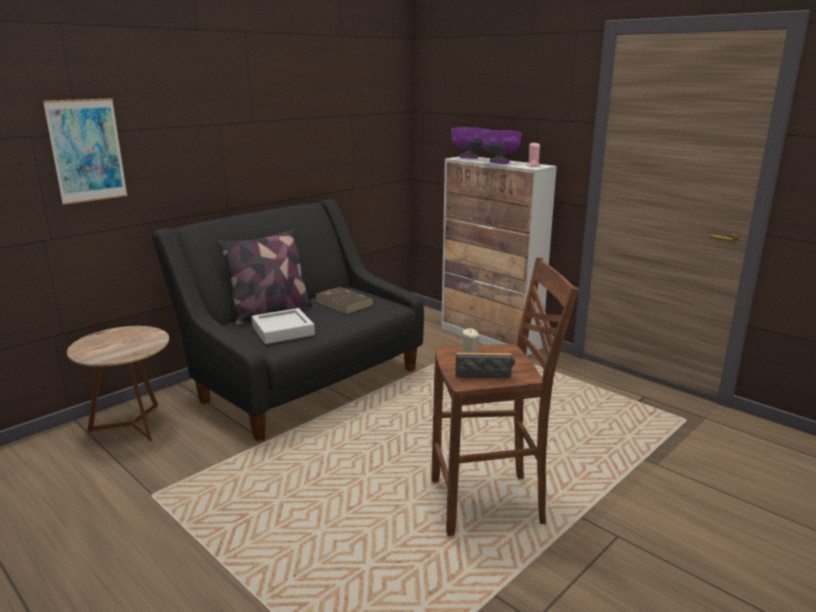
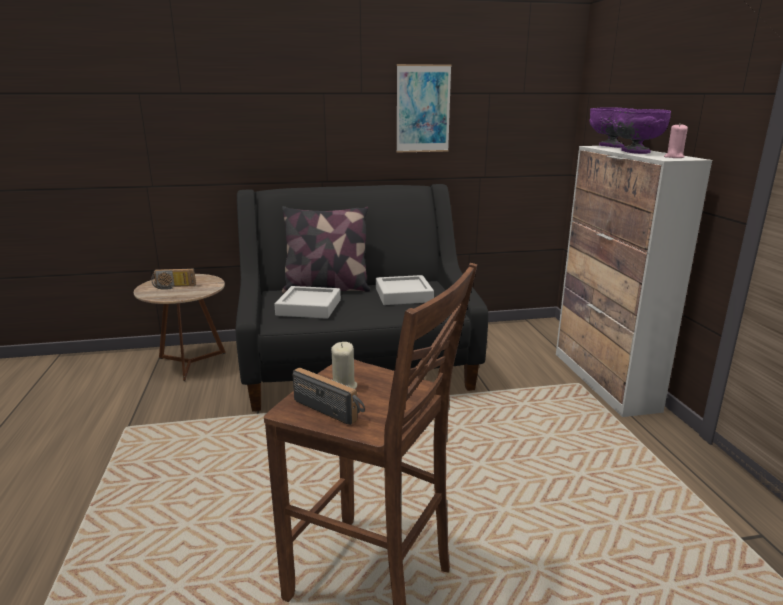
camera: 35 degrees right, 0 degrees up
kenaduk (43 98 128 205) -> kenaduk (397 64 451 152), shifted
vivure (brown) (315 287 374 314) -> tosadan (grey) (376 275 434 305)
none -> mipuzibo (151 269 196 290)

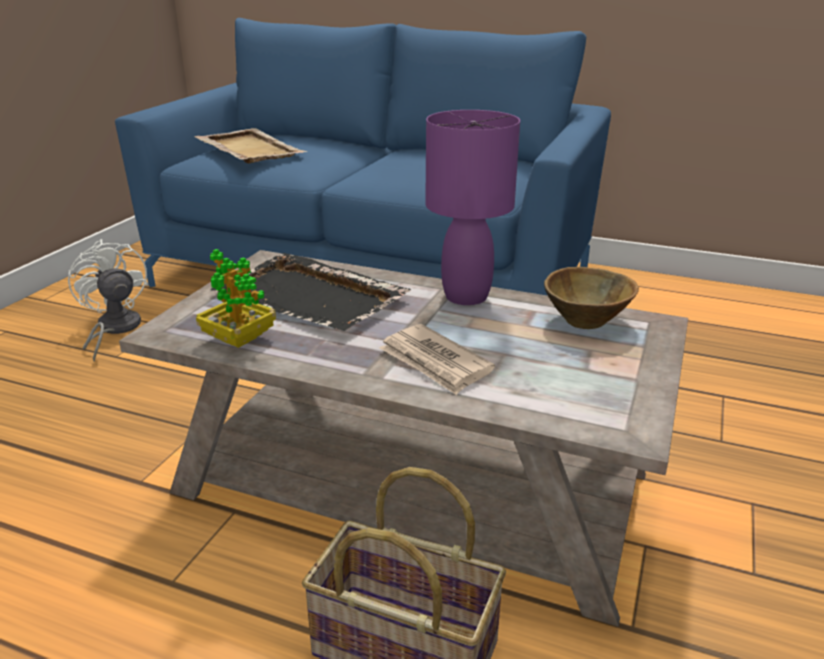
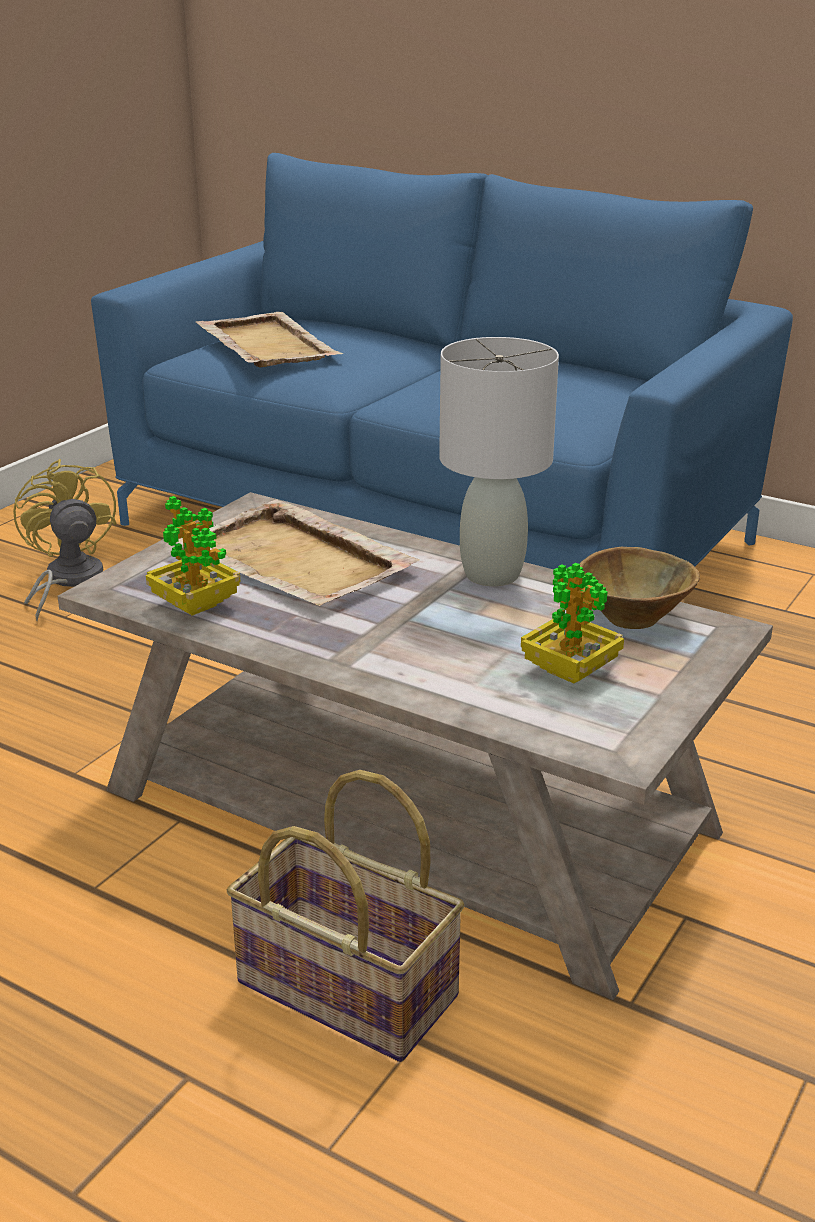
camera: 10 degrees right, 0 degrees up
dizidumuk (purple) (425 110 520 305) -> dizidumuk (grey) (439 337 559 586)
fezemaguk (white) (68 239 148 362) -> fezemaguk (yellow) (13 459 116 621)
tosadan (black) (211 253 411 331) -> tosadan (beige) (176 499 420 606)
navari (379 324 495 395) -> none
none -> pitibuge (521 563 624 683)

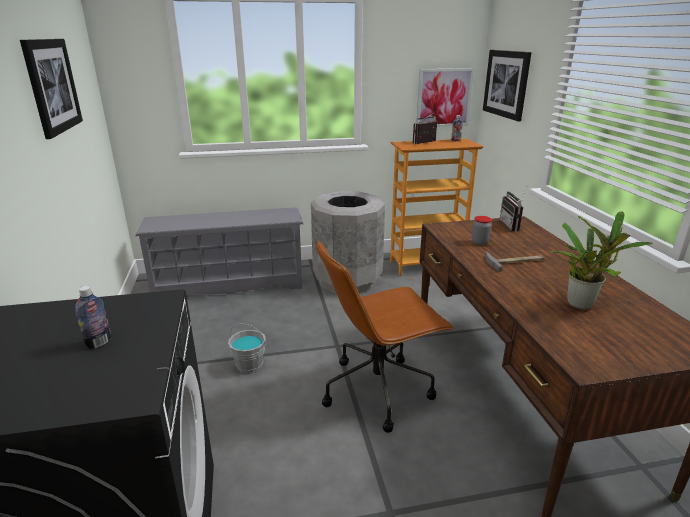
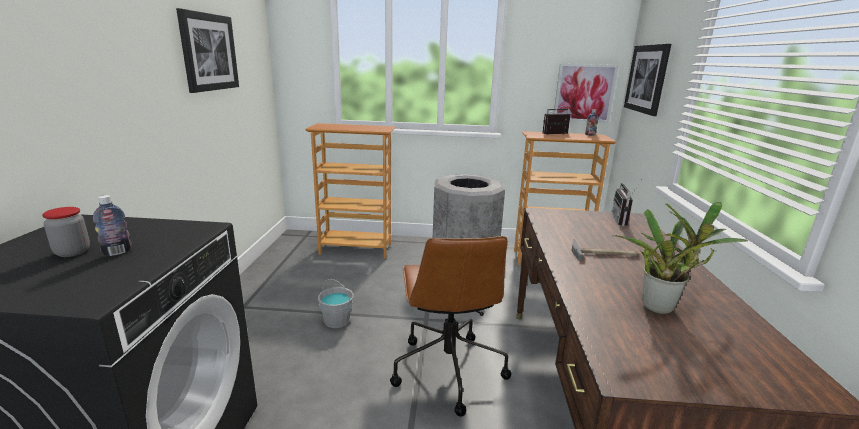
camera: 15 degrees right, 5 degrees down
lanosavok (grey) (135 207 303 294) -> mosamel (305 123 396 259)
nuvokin (471 216 492 245) -> nuvokin (42 207 90 257), shifted
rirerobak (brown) (316 241 454 433) -> rirerobak (brown) (390 236 511 417), 90 degrees counterclockwise

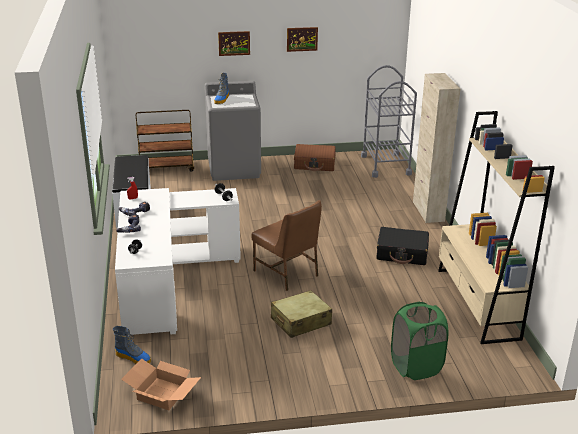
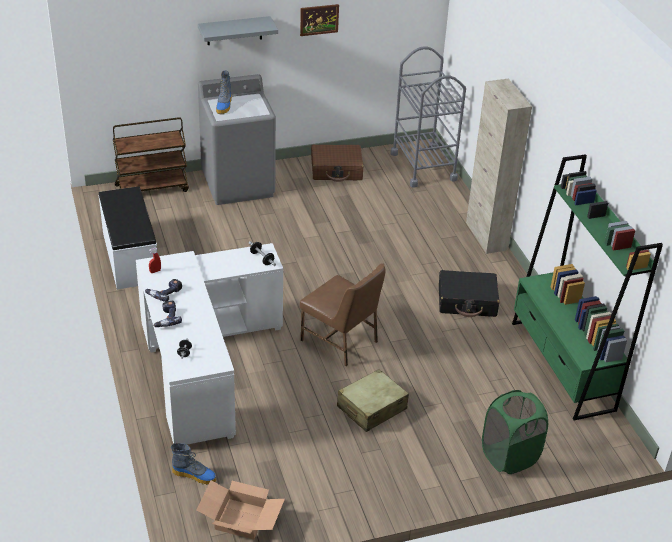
camera: 10 degrees left, 10 degrees up
kenaduk (218 31 250 56) -> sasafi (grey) (198 16 278 45)
mosamel (beige) (438 111 555 344) -> mosamel (green) (512 154 663 420)

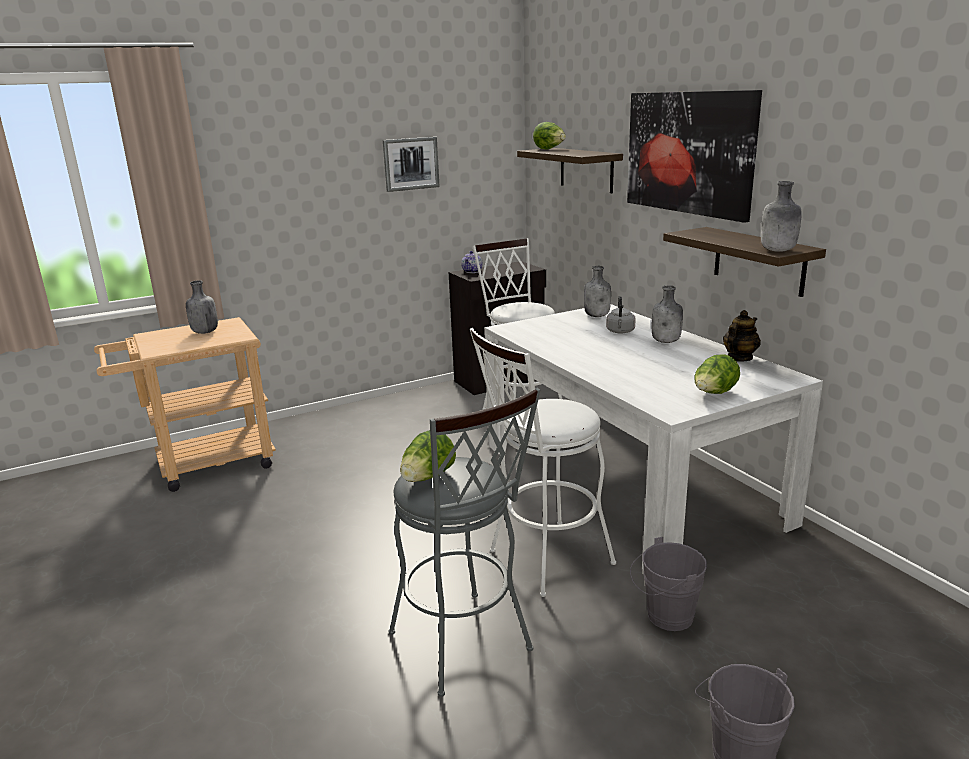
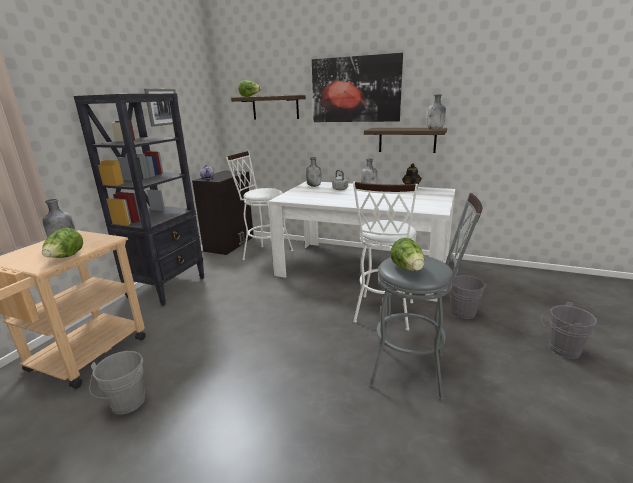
camera: 40 degrees left, 0 degrees up
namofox (694 354 740 394) -> namofox (42 228 83 258), shifted
none -> mosamel (black) (74 93 205 306)
none -> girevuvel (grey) (89 351 145 414)

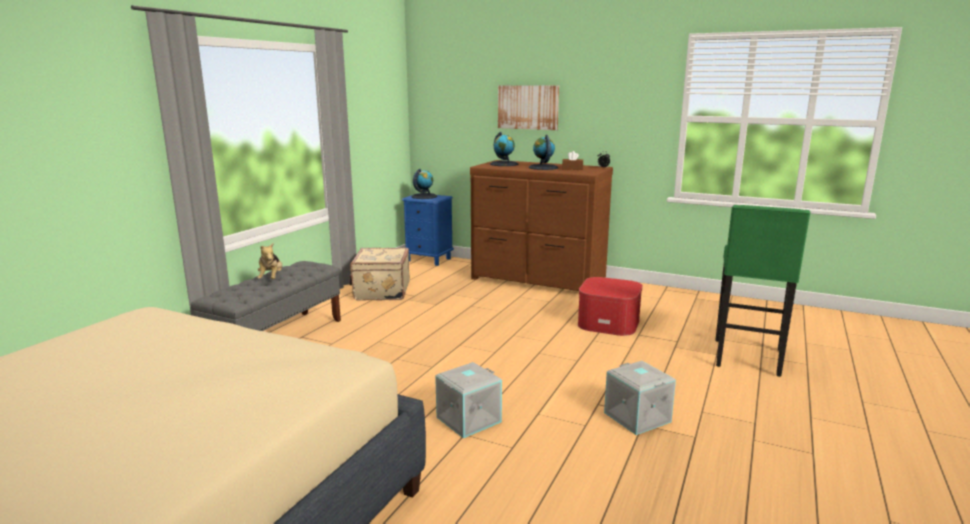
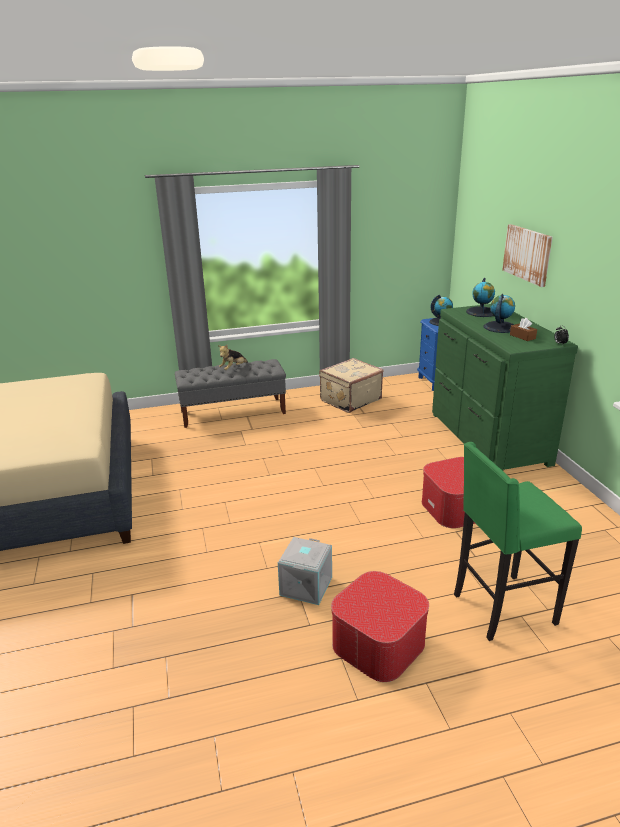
camera: 50 degrees right, 10 degrees up
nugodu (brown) (470 160 613 291) -> nugodu (green) (432 304 578 471)
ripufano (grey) (435 362 502 438) -> none
none -> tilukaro (331 571 429 682)

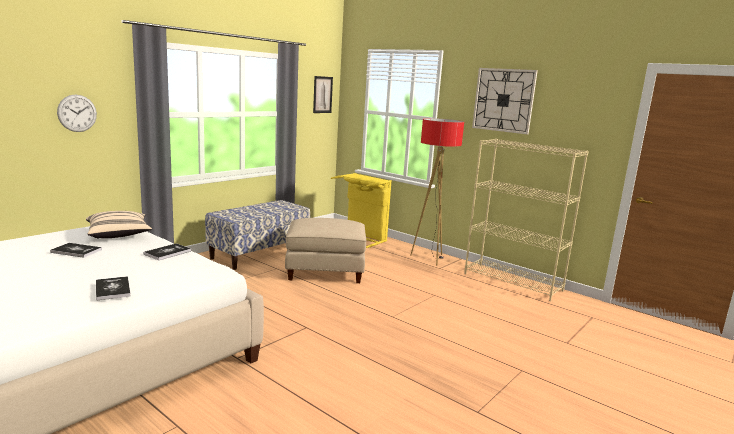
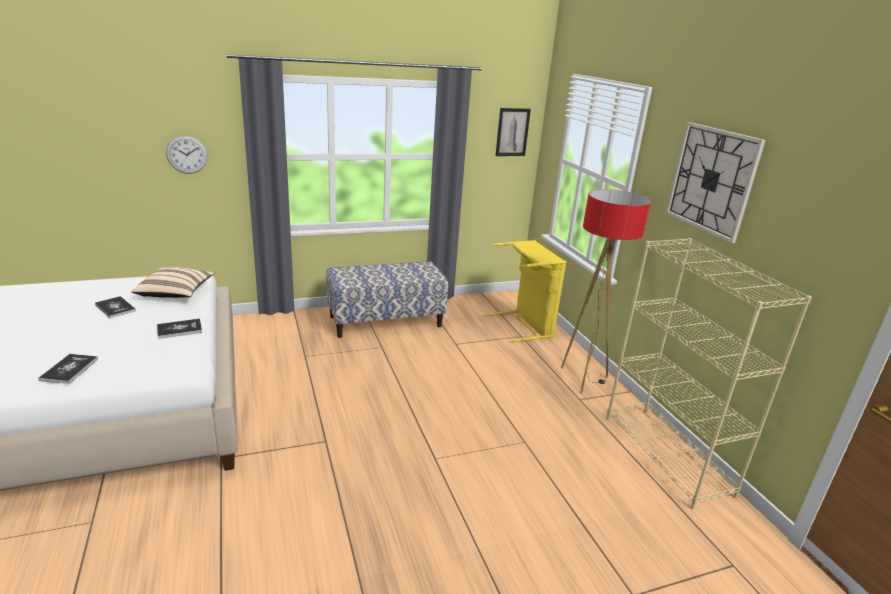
camera: 30 degrees right, 10 degrees up
tilukaro (beige) (285 218 366 283) -> none

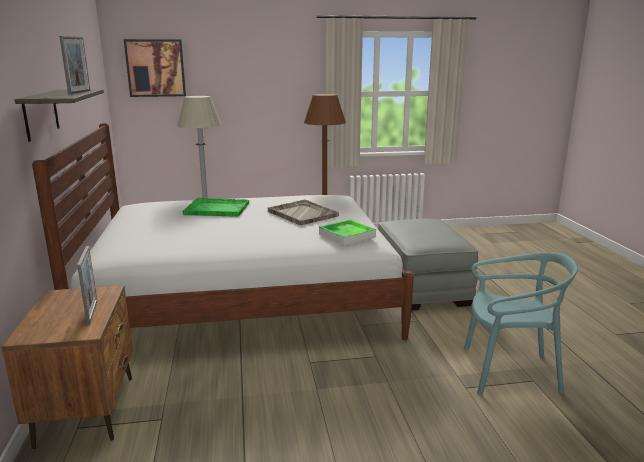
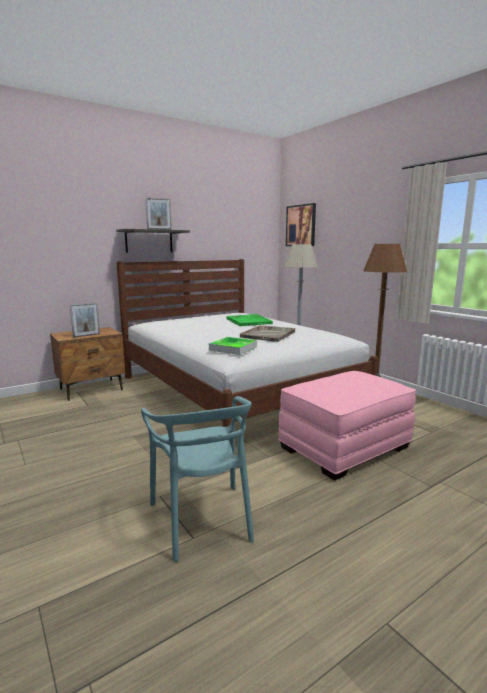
camera: 65 degrees right, 5 degrees down
tilukaro (grey) (378 219 478 311) -> tilukaro (pink) (278 371 416 481)

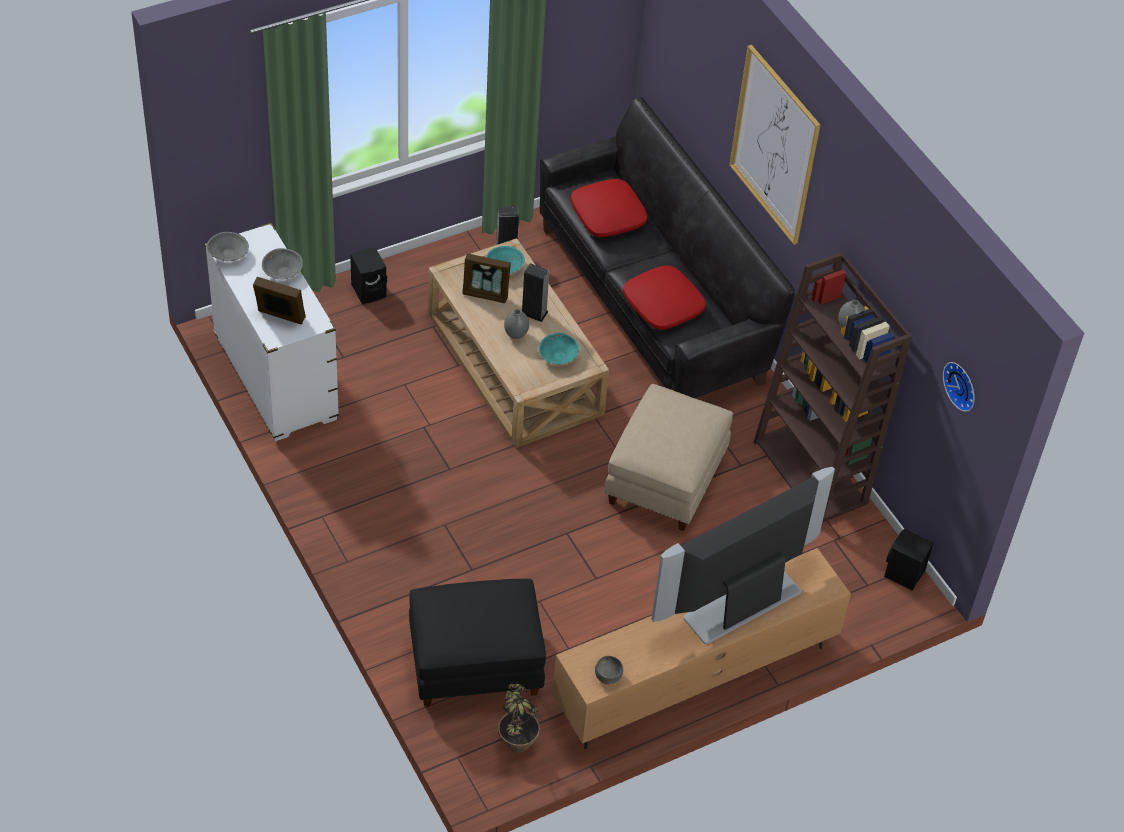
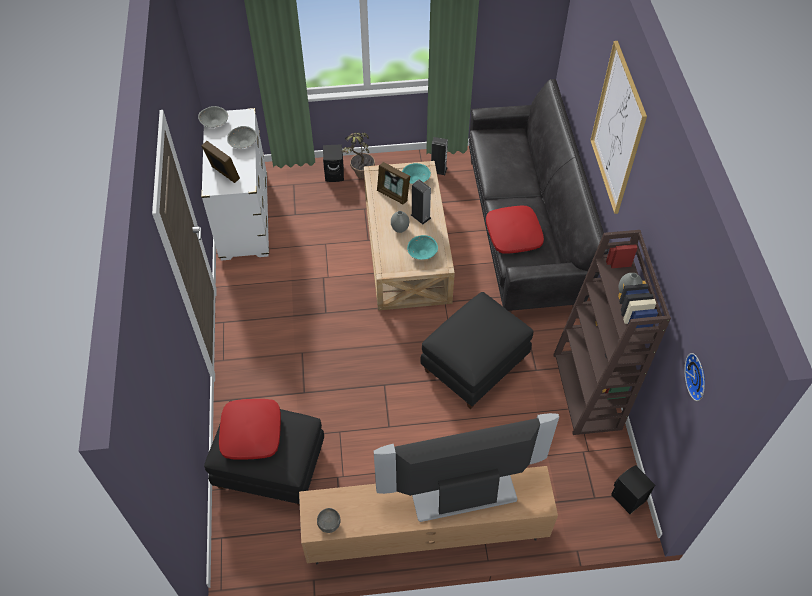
camera: 25 degrees right, 5 degrees up
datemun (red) (571 179 647 237) -> datemun (red) (219 399 281 460), shifted
tilukaro (beige) (604 384 733 531) -> tilukaro (black) (420 292 534 409)
pitibuge (498 684 541 753) -> pitibuge (341 132 375 178), shifted

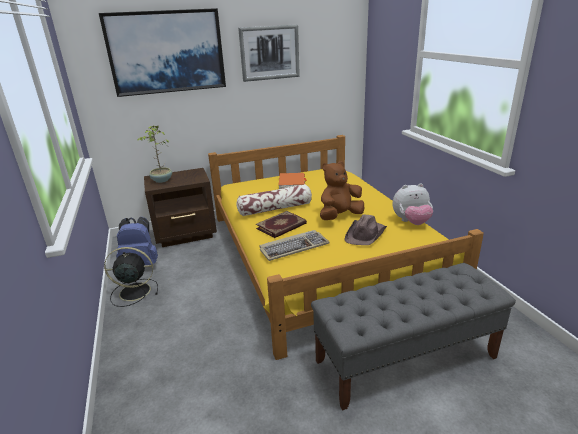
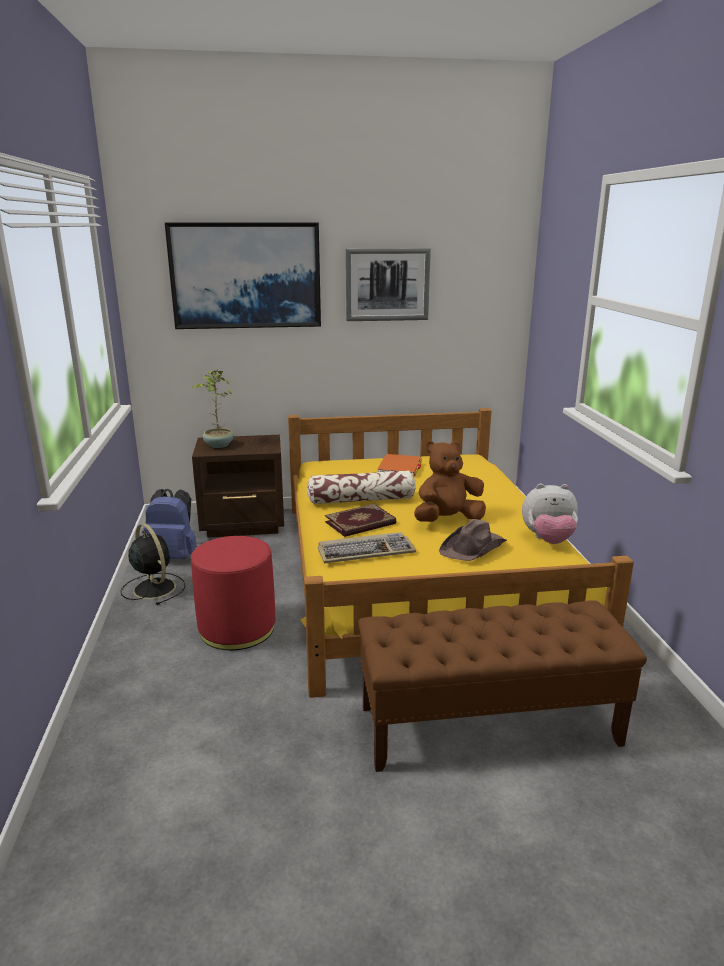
camera: 10 degrees right, 5 degrees down
fezemaguk (black) (104 247 158 307) -> fezemaguk (black) (121 523 186 605), 45 degrees clockwise
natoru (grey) (311 263 516 410) -> natoru (brown) (358 600 647 772)
none -> tilukaro (red) (191 536 275 650)

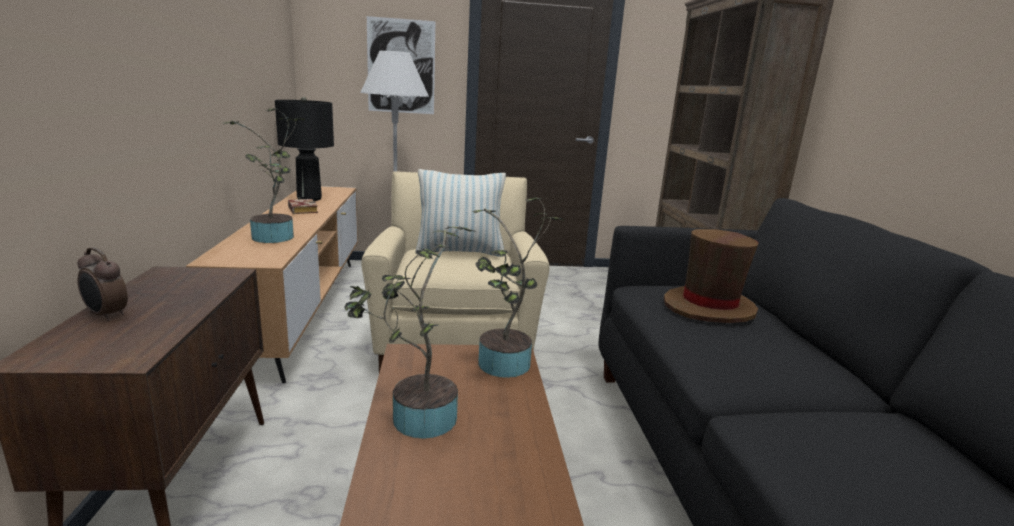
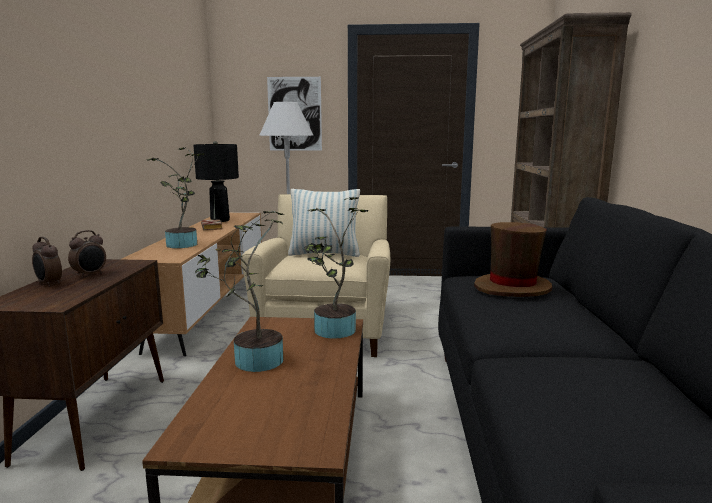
camera: 10 degrees right, 5 degrees down
none -> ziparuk (68 230 106 278)

